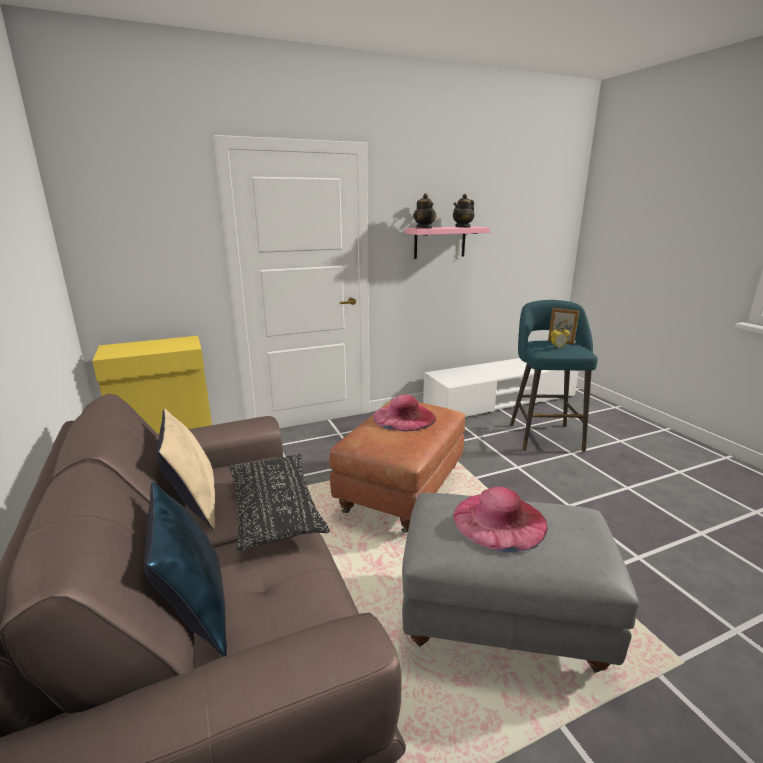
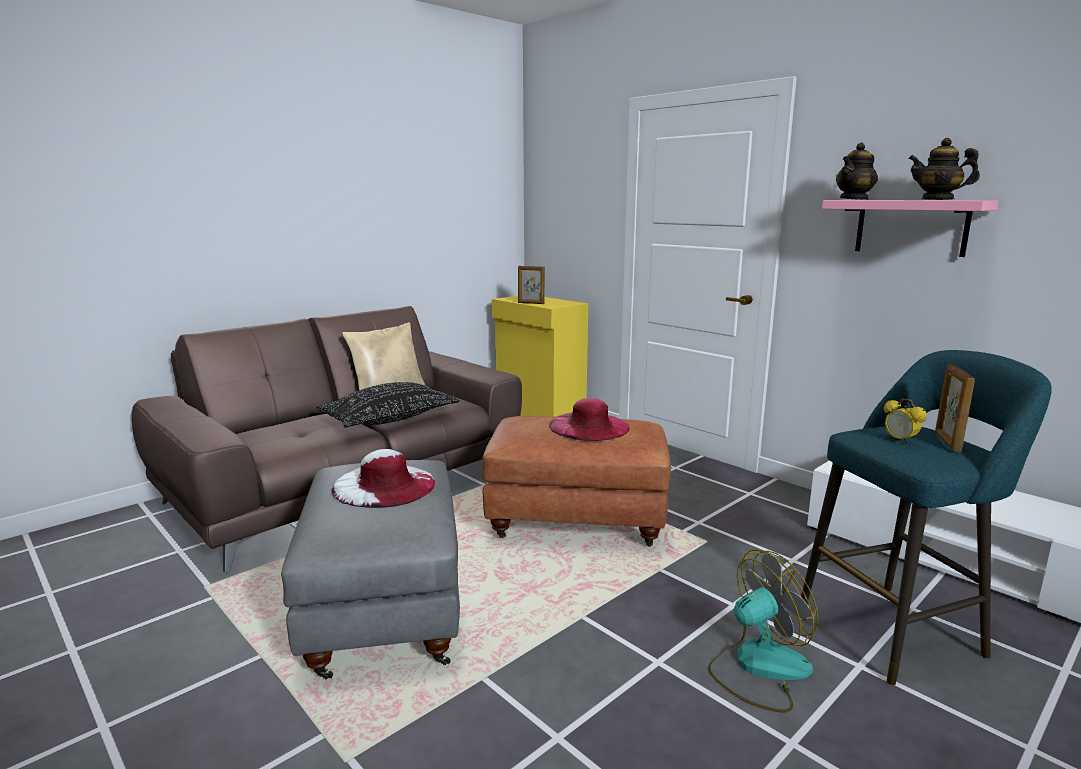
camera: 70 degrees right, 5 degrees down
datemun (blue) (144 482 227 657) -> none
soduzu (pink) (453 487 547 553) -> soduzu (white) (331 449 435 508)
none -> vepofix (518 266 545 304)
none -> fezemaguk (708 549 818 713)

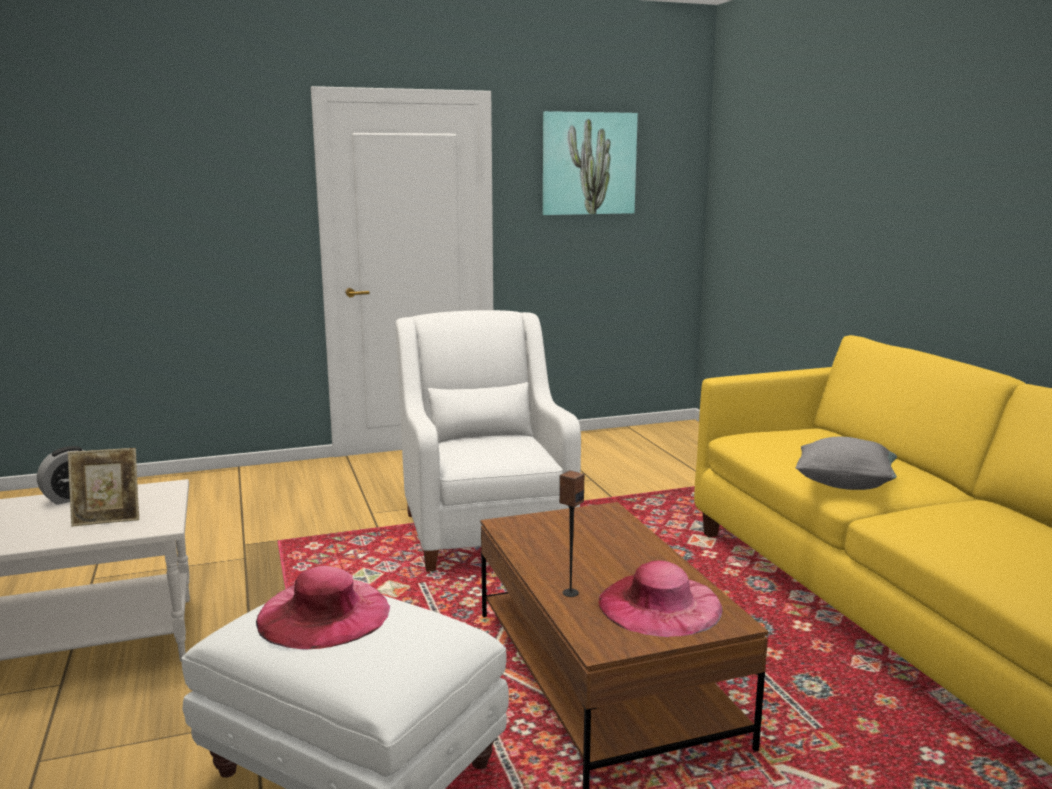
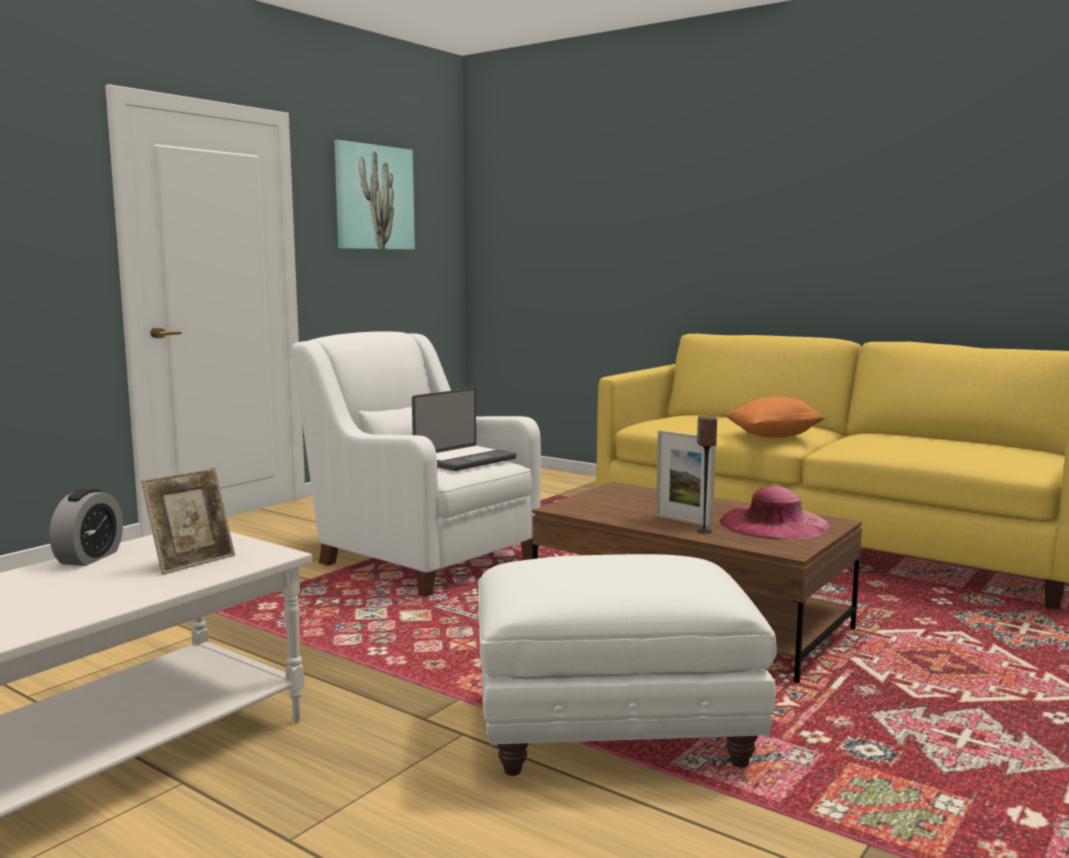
camera: 35 degrees left, 5 degrees down
datemun (grey) (795 437 897 490) -> datemun (orange) (725 397 825 438)
soduzu (pink) (256 566 390 649) -> none
none -> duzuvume (412 388 516 471)
none -> vepofix (656 430 716 528)

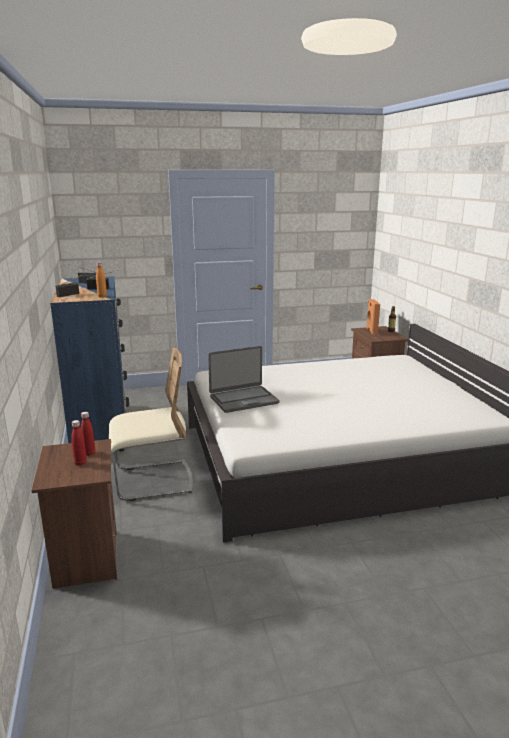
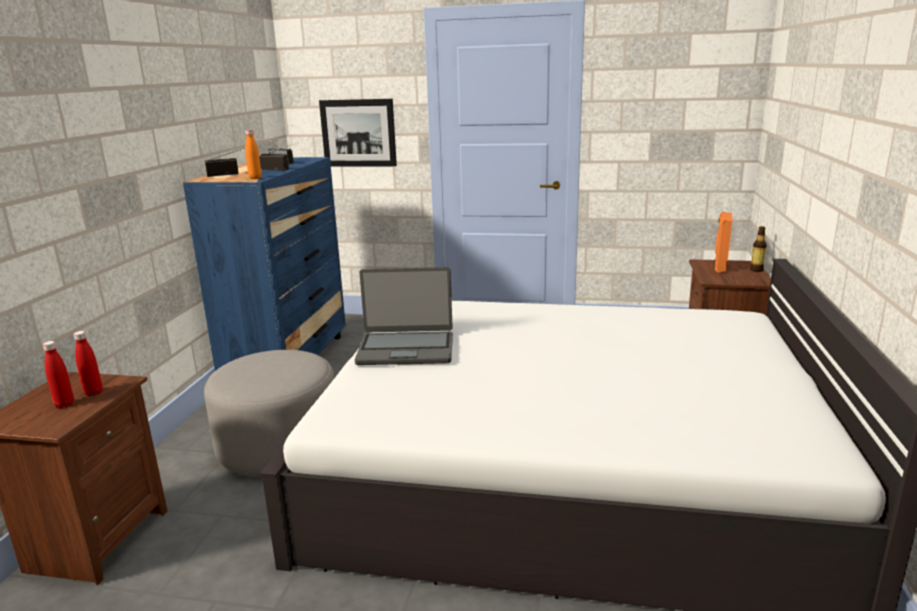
camera: 25 degrees right, 0 degrees up
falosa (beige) (109 348 193 501) -> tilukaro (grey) (204 350 335 477)
none -> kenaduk (319 99 397 167)

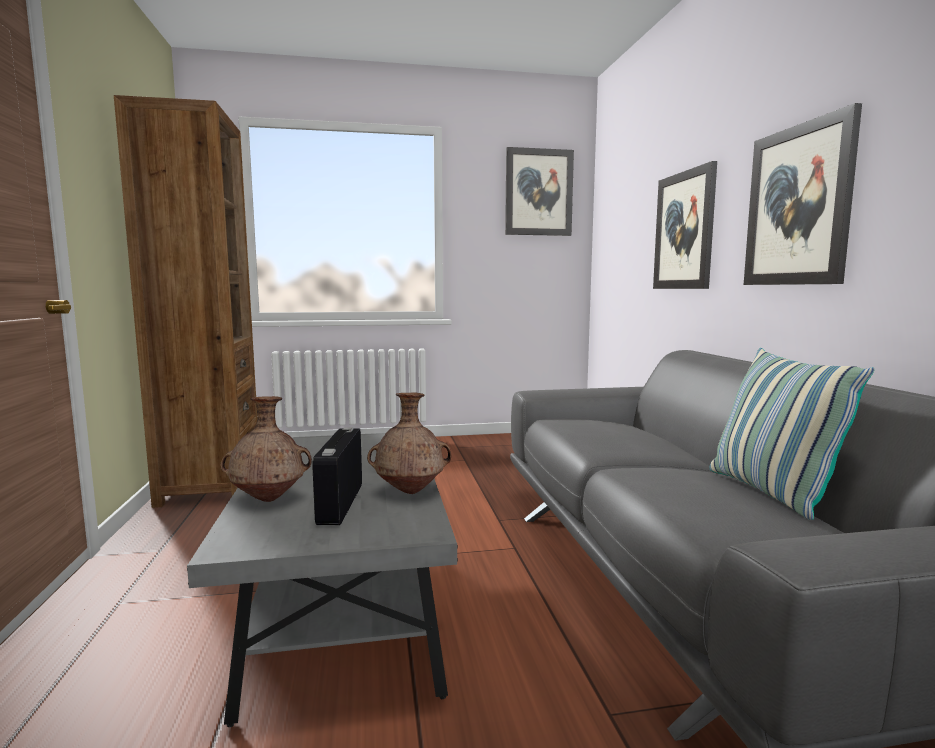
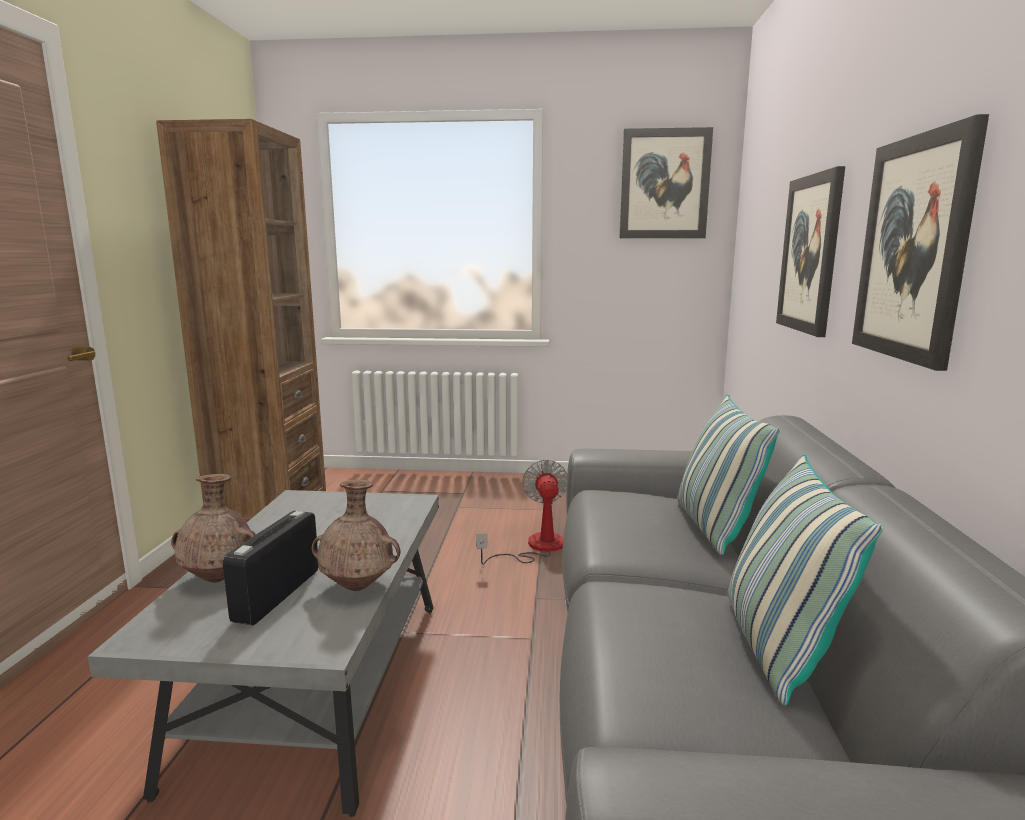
camera: 15 degrees right, 5 degrees up
none -> datemun (678 394 780 555)
none -> fezemaguk (476 459 567 565)

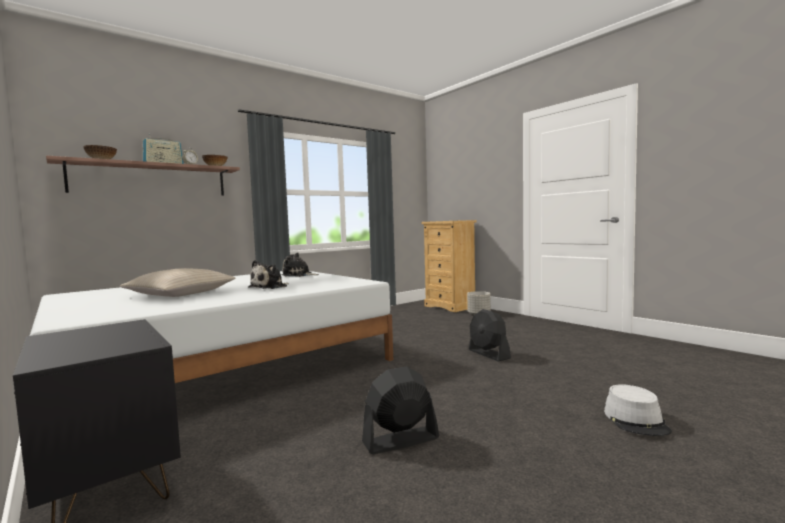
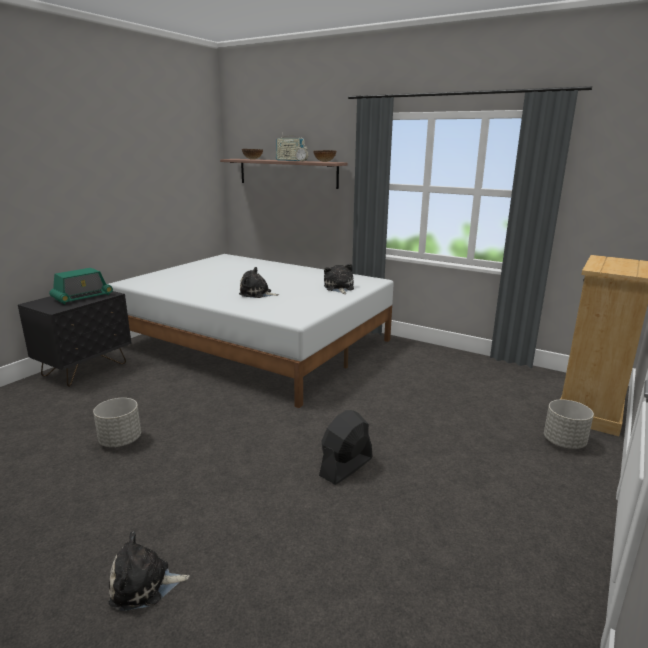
camera: 70 degrees right, 15 degrees up
datemun (beige) (120 268 235 297) -> none
fezemaguk (black) (362 367 439 454) -> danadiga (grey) (93 398 141 447)
soduzu (grey) (604 384 672 436) -> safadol (109 531 190 611)
none -> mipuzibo (49 268 113 304)

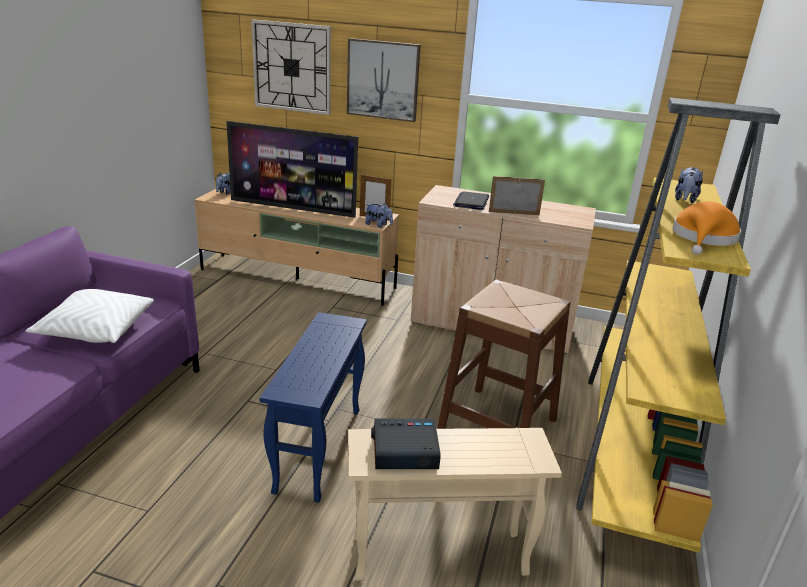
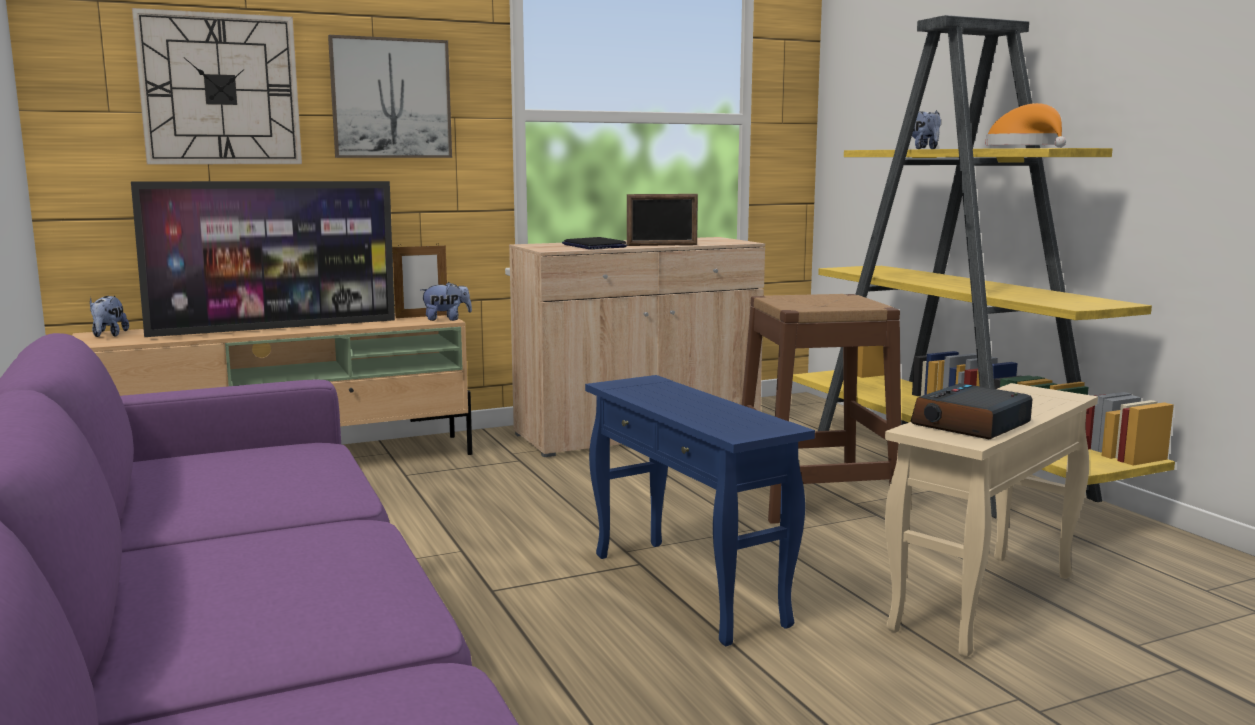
camera: 40 degrees left, 15 degrees down
vepofix (489 176 545 215) -> vepofix (627 194 698 246), 150 degrees counterclockwise
datemun (white) (26 289 154 343) -> none

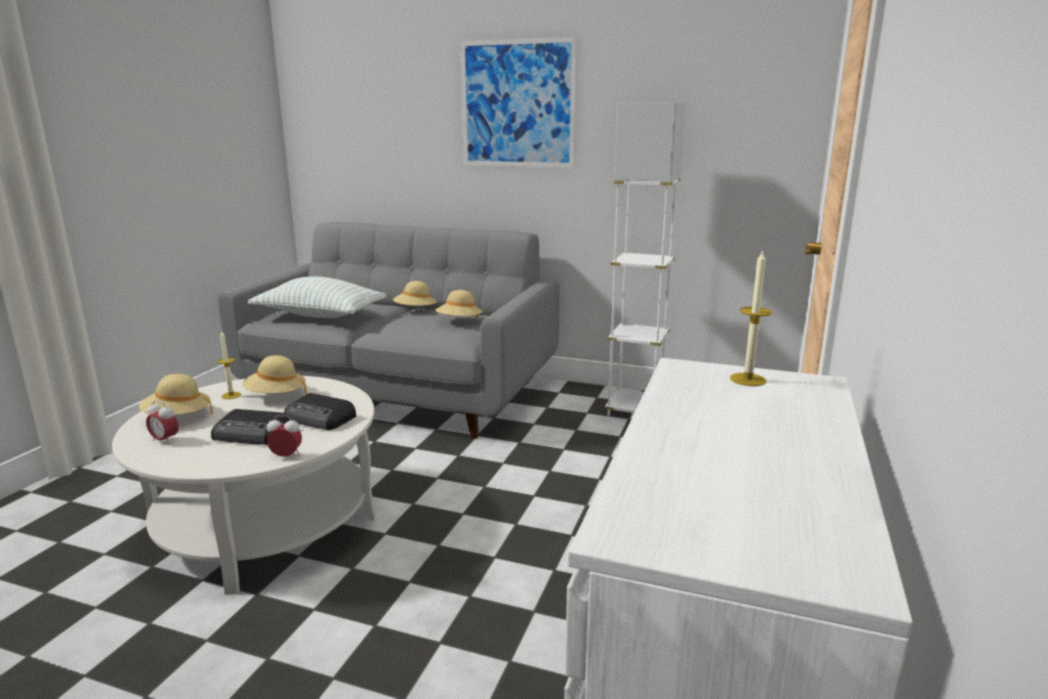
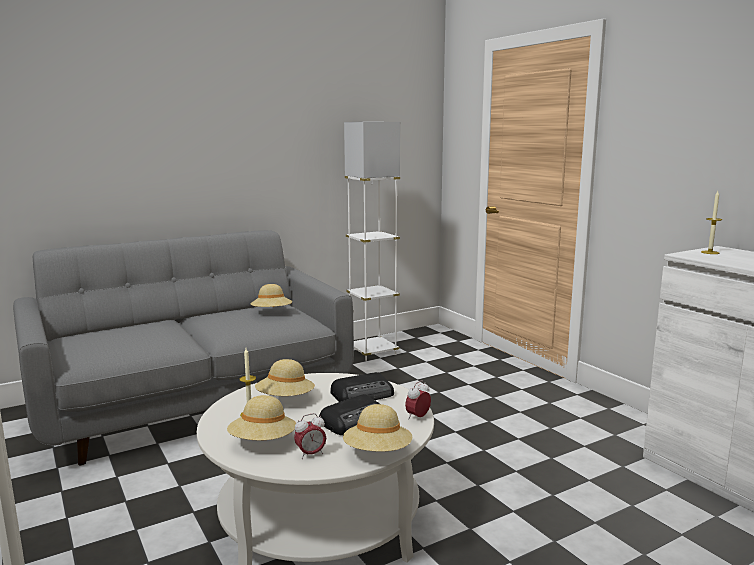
camera: 50 degrees left, 5 degrees down
kenaduk (460 37 577 168) -> none
datemun (248 276 387 318) -> none
soduzu (beige) (393 281 437 308) -> soduzu (beige) (343 404 412 452), shifted

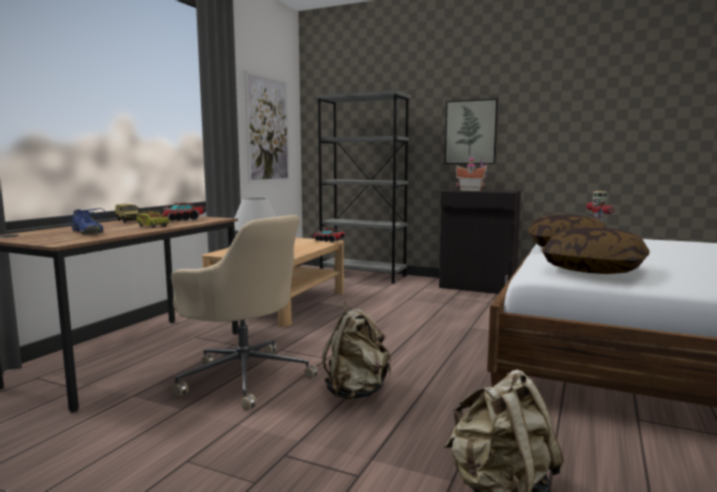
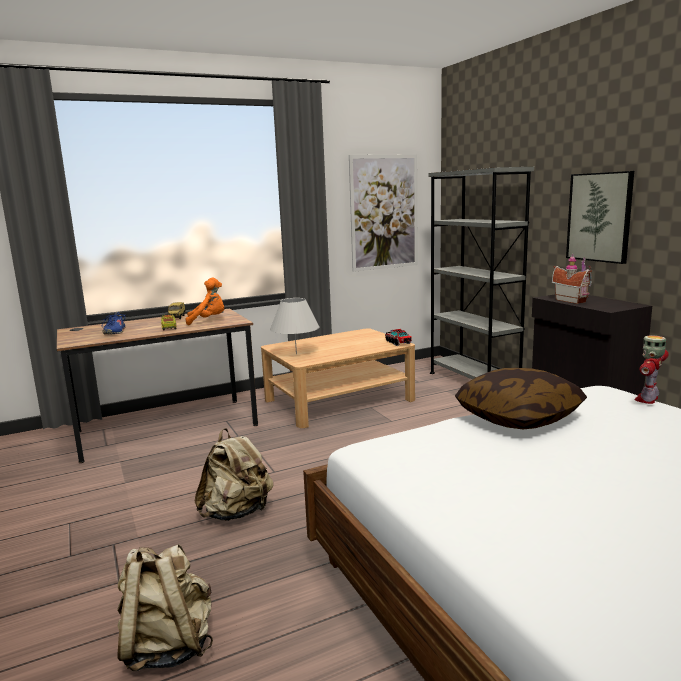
camera: 40 degrees right, 5 degrees up
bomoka (158 203 205 221) -> safadol (orange) (185 277 224 325)
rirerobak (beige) (171 215 318 411) -> none
datemun (542 227 650 274) -> none

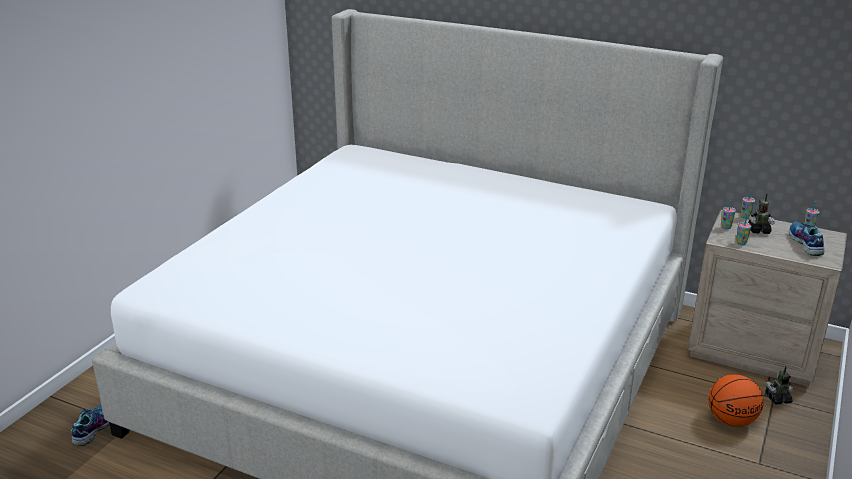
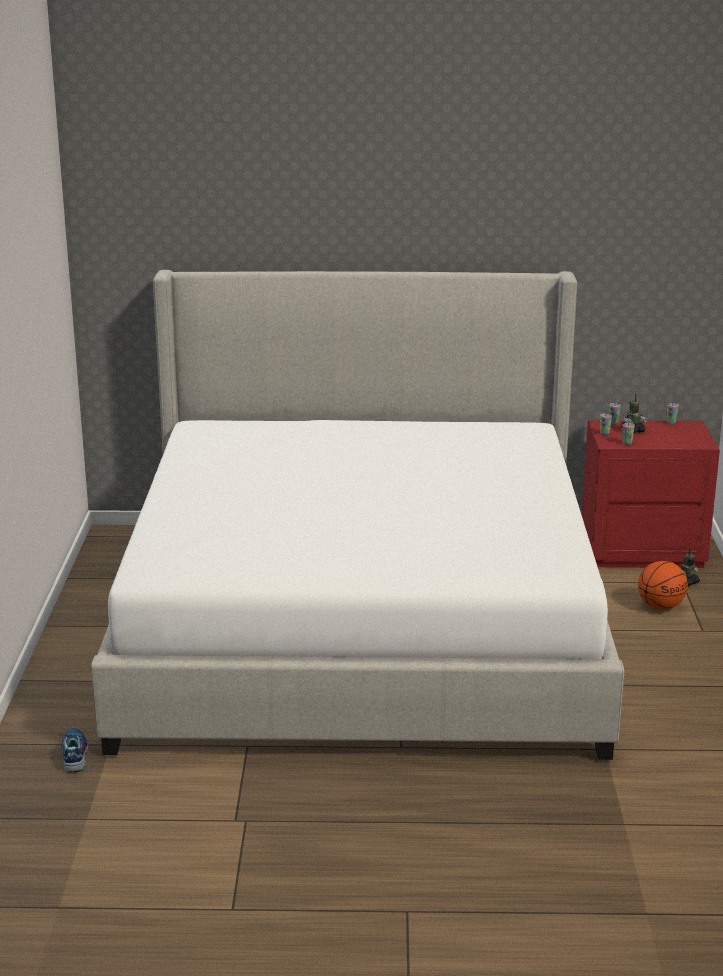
camera: 25 degrees left, 5 degrees down
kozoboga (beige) (688 210 847 387) -> kozoboga (red) (581 420 720 568)
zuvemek (789 222 824 256) -> none

